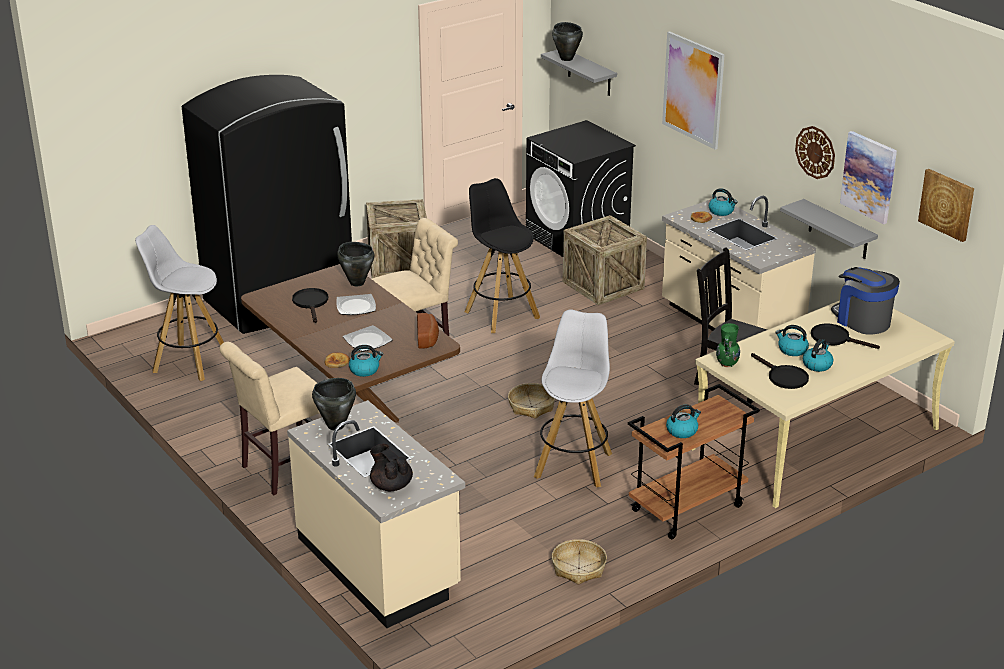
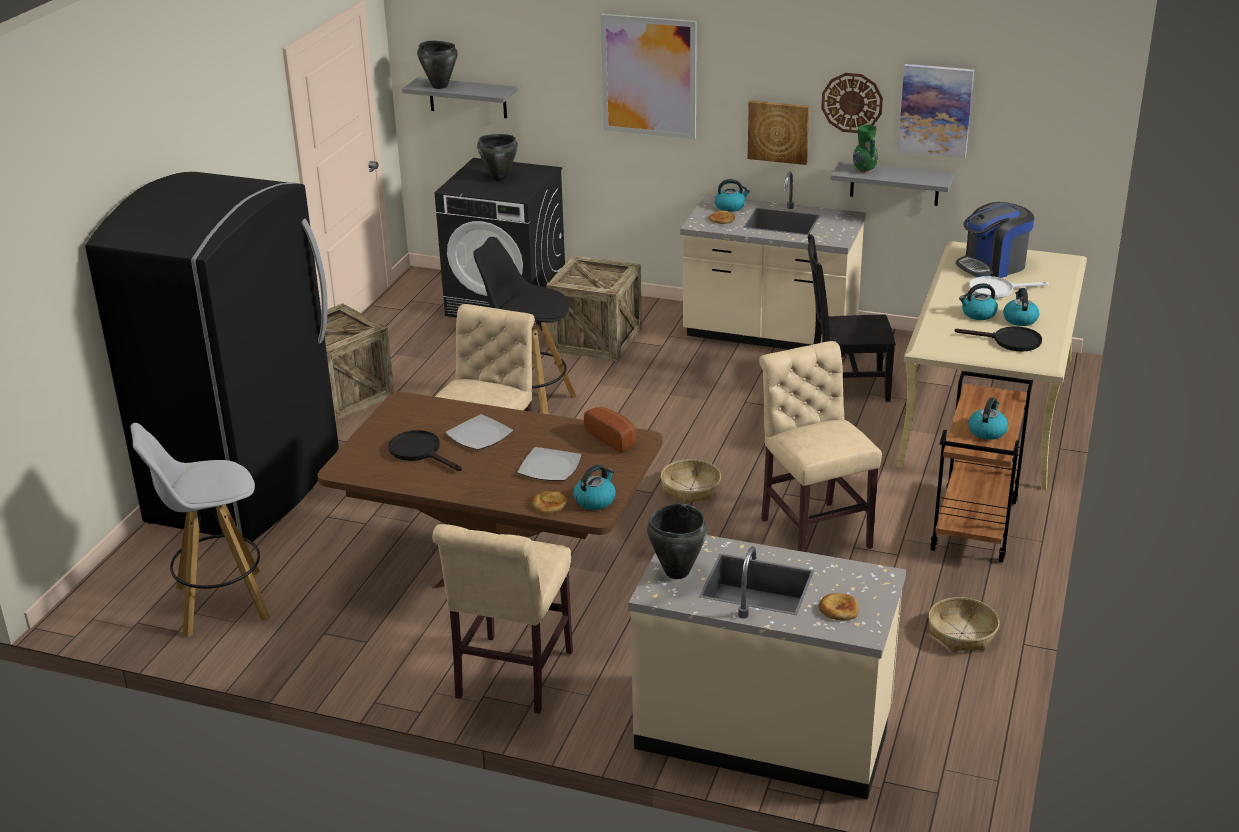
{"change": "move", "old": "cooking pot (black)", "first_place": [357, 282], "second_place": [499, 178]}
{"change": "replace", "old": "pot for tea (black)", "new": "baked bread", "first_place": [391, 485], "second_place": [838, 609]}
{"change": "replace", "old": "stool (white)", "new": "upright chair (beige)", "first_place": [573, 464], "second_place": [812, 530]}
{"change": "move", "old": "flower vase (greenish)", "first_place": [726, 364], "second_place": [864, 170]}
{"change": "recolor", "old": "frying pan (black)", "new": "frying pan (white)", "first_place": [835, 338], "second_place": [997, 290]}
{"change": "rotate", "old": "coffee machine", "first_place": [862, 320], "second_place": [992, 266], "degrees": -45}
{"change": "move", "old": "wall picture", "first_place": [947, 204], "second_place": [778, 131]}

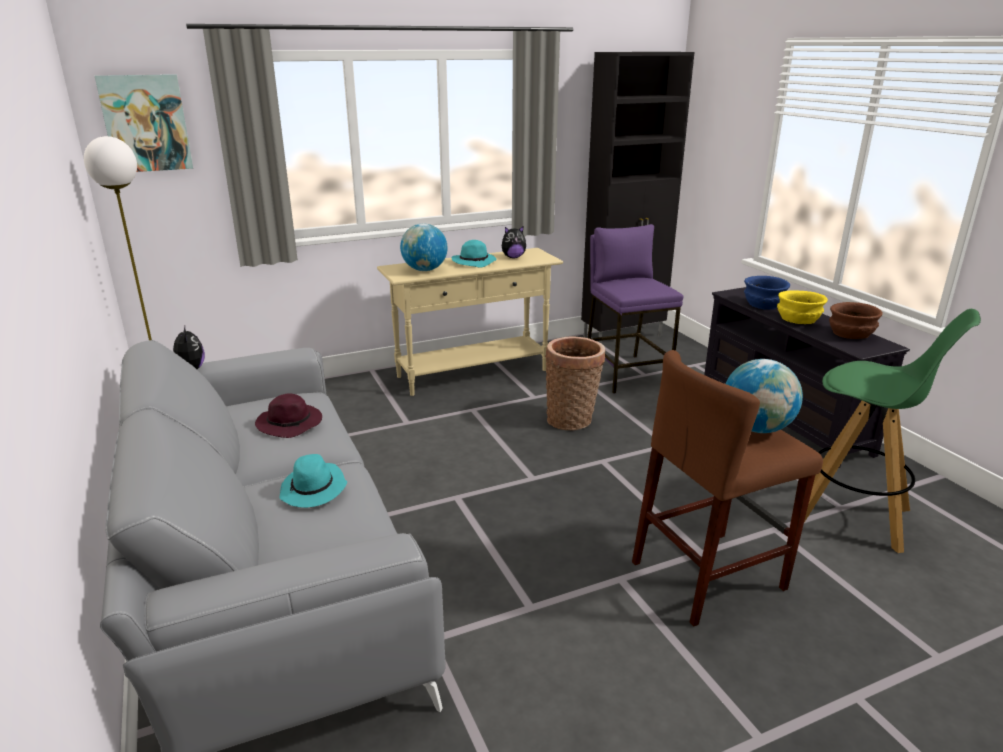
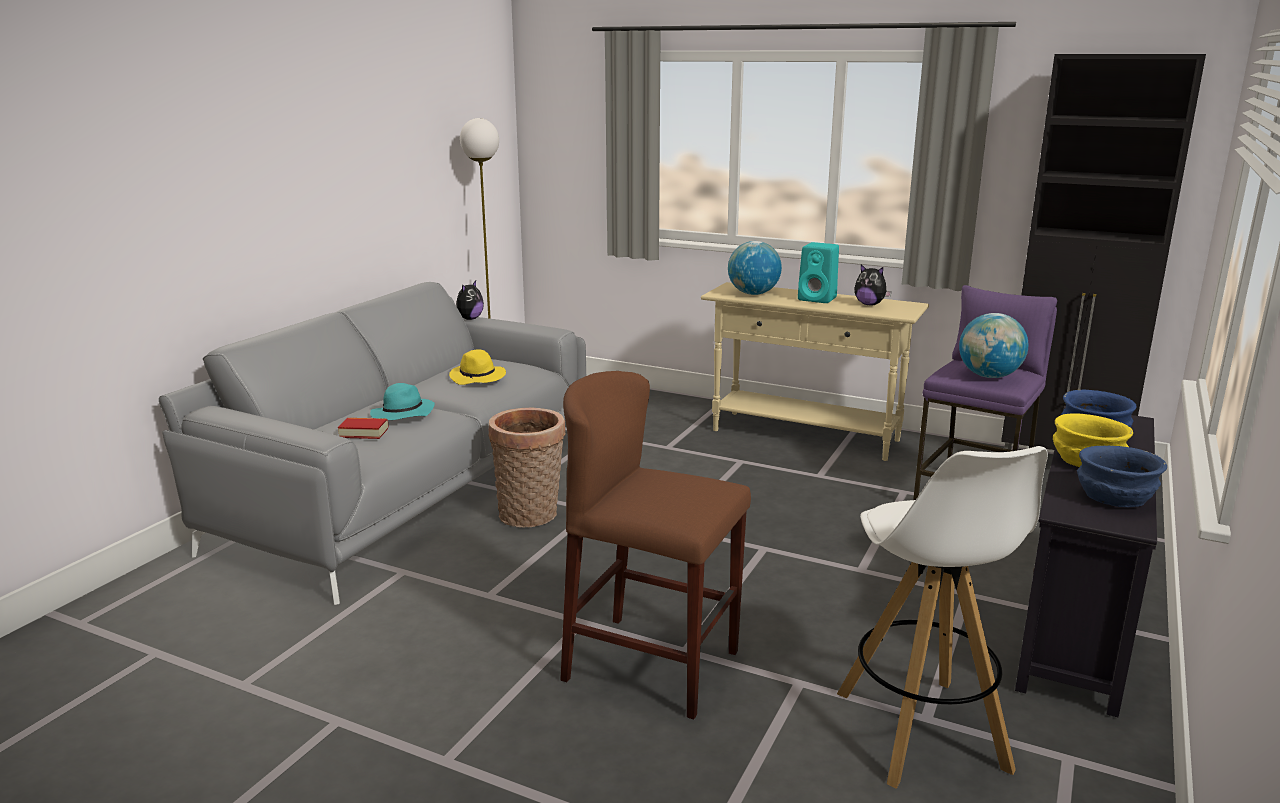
{"change": "delete", "old": "wall picture", "first_place": [146, 123]}
{"change": "recolor", "old": "wearable hat (purplish)", "new": "wearable hat (yellow)", "first_place": [291, 424], "second_place": [478, 378]}
{"change": "replace", "old": "wearable hat (turquoise-coloured)", "new": "loudspeaker (turquoise-coloured)", "first_place": [474, 262], "second_place": [818, 299]}
{"change": "move", "old": "storage basket", "first_place": [572, 419], "second_place": [530, 516]}
{"change": "move", "old": "desk globe", "first_place": [757, 428], "second_place": [989, 376]}
{"change": "recolor", "old": "stool (greenish)", "new": "stool (white)", "first_place": [854, 516], "second_place": [922, 732]}
{"change": "recolor", "old": "deep dish (brown)", "new": "deep dish (blue-coloured)", "first_place": [850, 334], "second_place": [1113, 498]}
{"change": "insert", "new": "book", "second_place": [364, 433]}

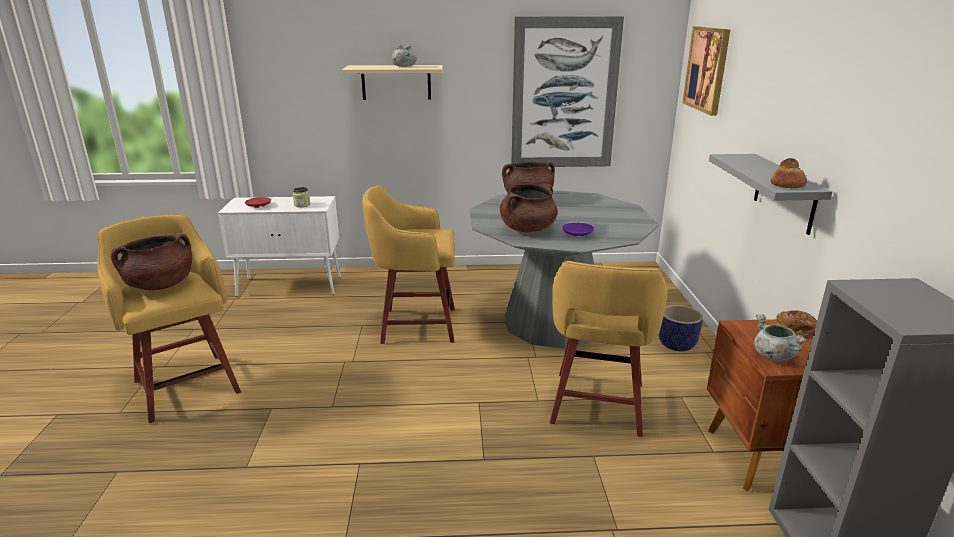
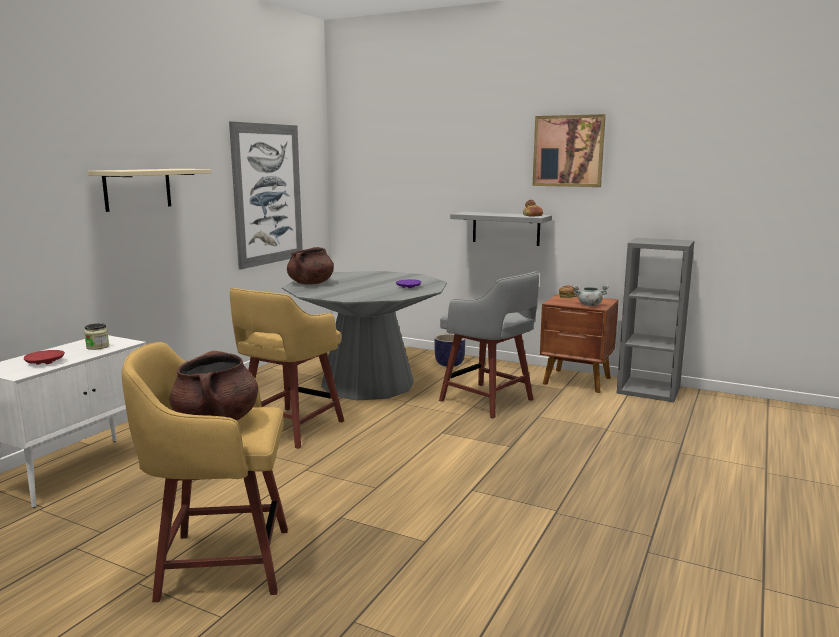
{"change": "delete", "old": "cooking pot (grey)", "first_place": [403, 66]}
{"change": "delete", "old": "cooking pot (brown)", "first_place": [528, 229]}
{"change": "recolor", "old": "stool (yellow)", "new": "stool (grey)", "first_place": [596, 405], "second_place": [488, 401]}
{"change": "move", "old": "wall picture", "first_place": [707, 69], "second_place": [568, 151]}

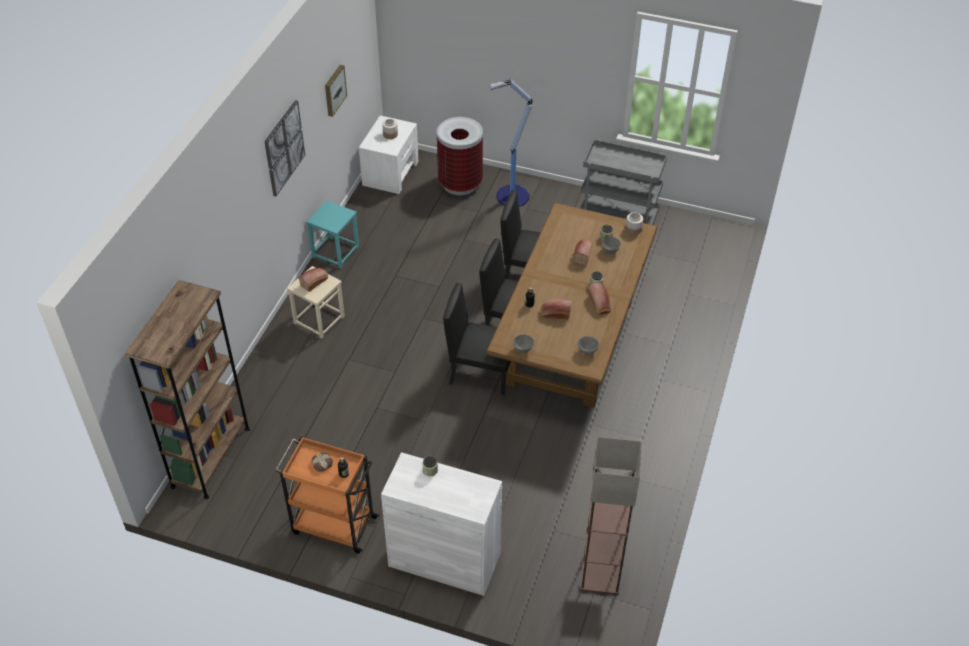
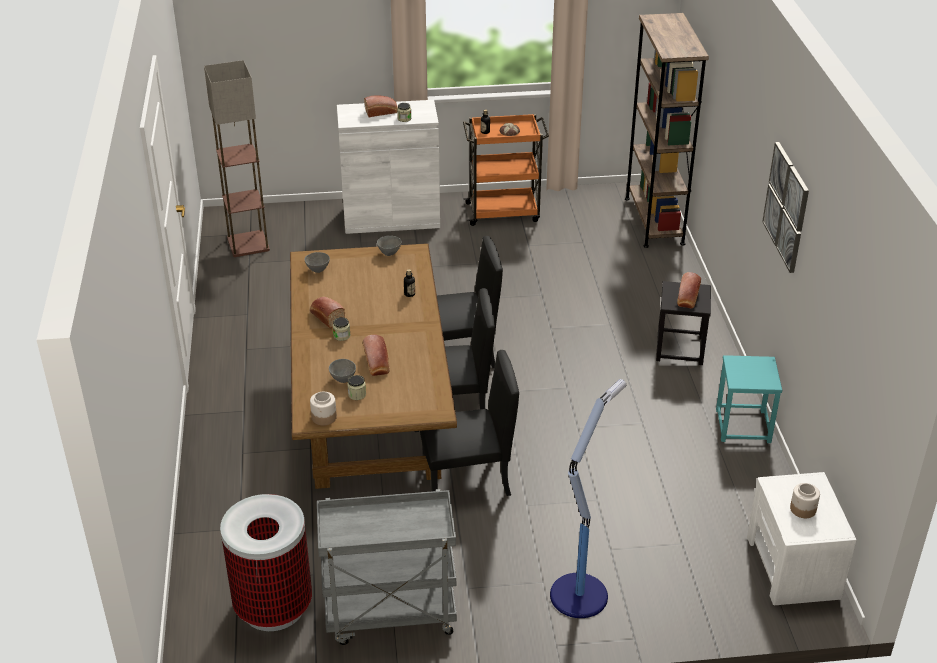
{"change": "recolor", "old": "stool (beige)", "new": "stool (black)", "first_place": [319, 319], "second_place": [680, 349]}
{"change": "delete", "old": "wall picture", "first_place": [334, 90]}
{"change": "move", "old": "rubbish bin", "first_place": [460, 183], "second_place": [273, 607]}
{"change": "move", "old": "baked bread", "first_place": [555, 314], "second_place": [382, 112]}

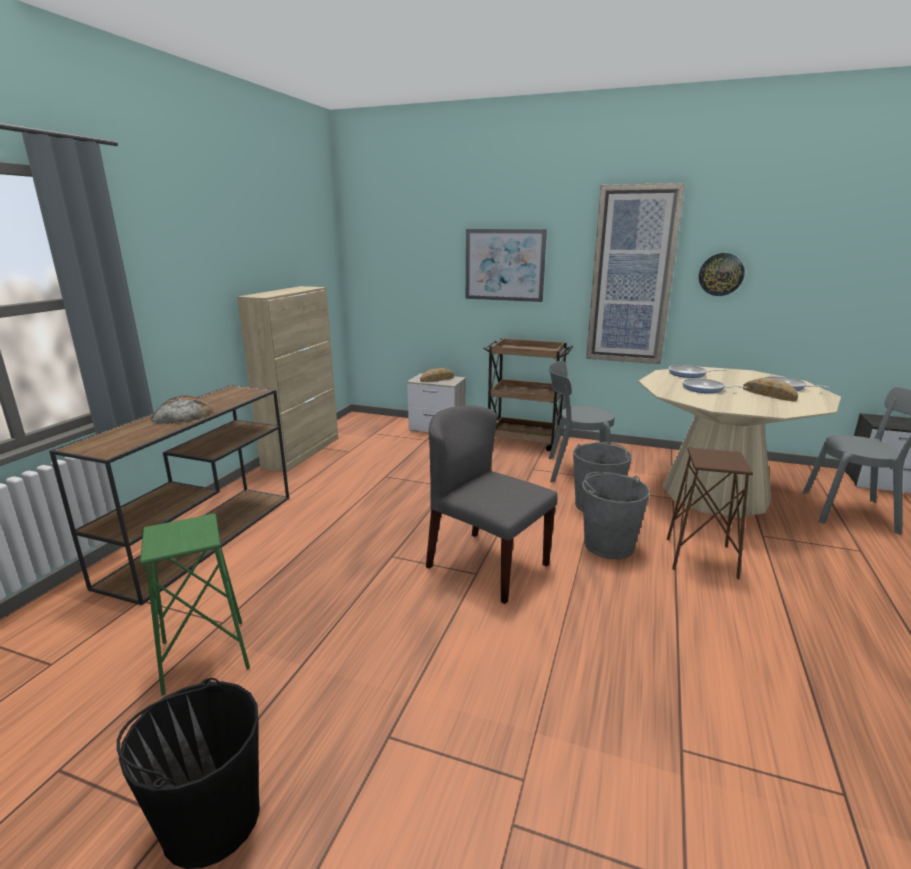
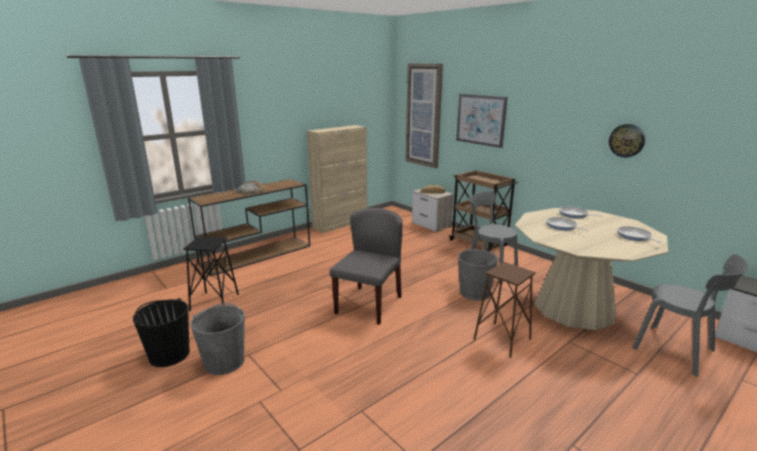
{"change": "recolor", "old": "stool (greenish)", "new": "stool (black)", "first_place": [205, 655], "second_place": [214, 302]}
{"change": "rotate", "old": "upright chair (grey)", "first_place": [486, 565], "second_place": [368, 304], "degrees": 45}
{"change": "move", "old": "bucket (grey)", "first_place": [608, 545], "second_place": [224, 361]}
{"change": "move", "old": "wall picture", "first_place": [632, 277], "second_place": [424, 115]}
{"change": "delete", "old": "baked bread", "first_place": [769, 394]}

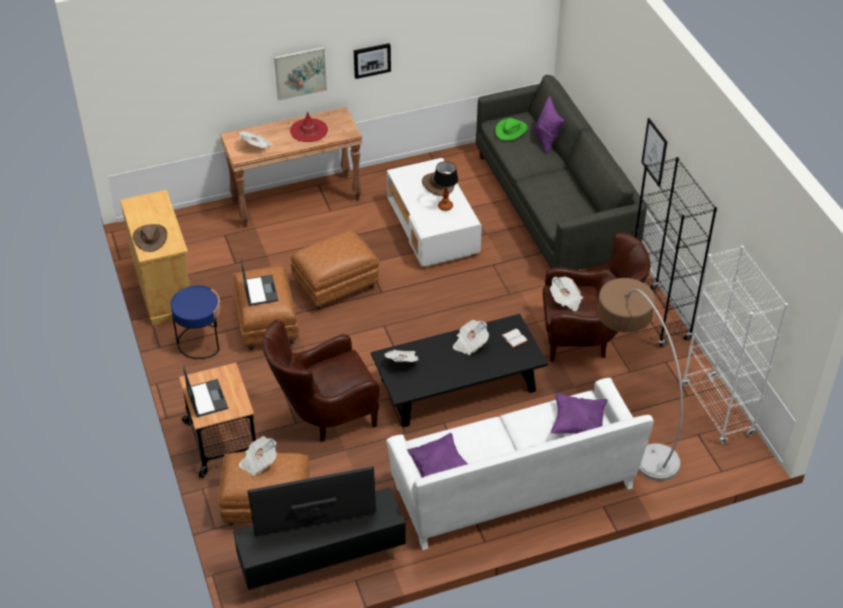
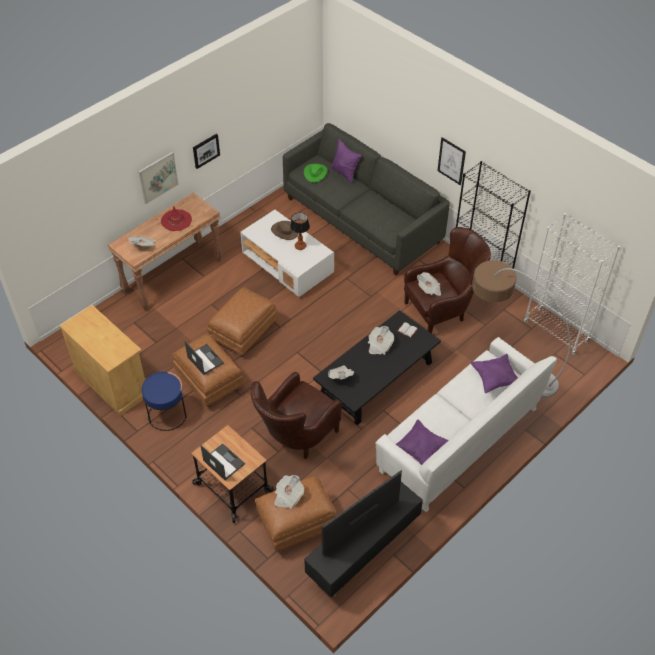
{"change": "delete", "old": "wearable hat (brown)", "first_place": [150, 238]}

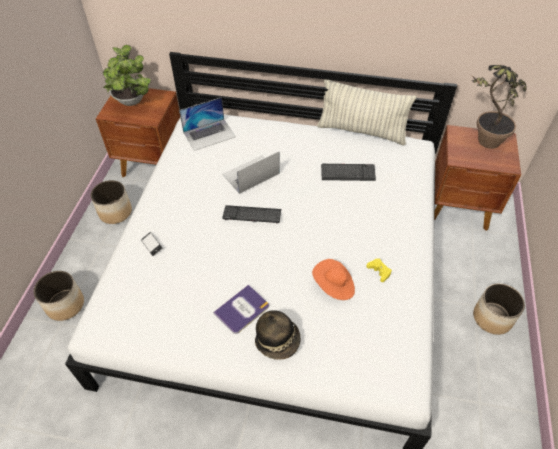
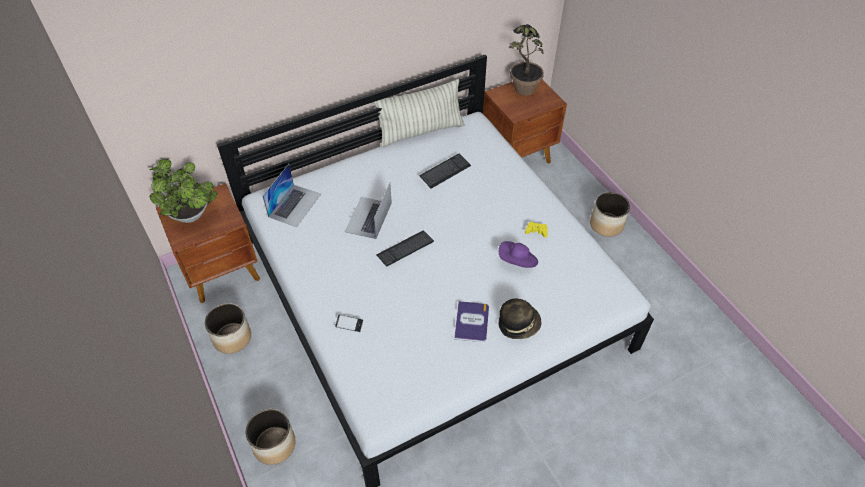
{"change": "recolor", "old": "wearable hat (orangey)", "new": "wearable hat (purplish)", "first_place": [334, 286], "second_place": [517, 262]}

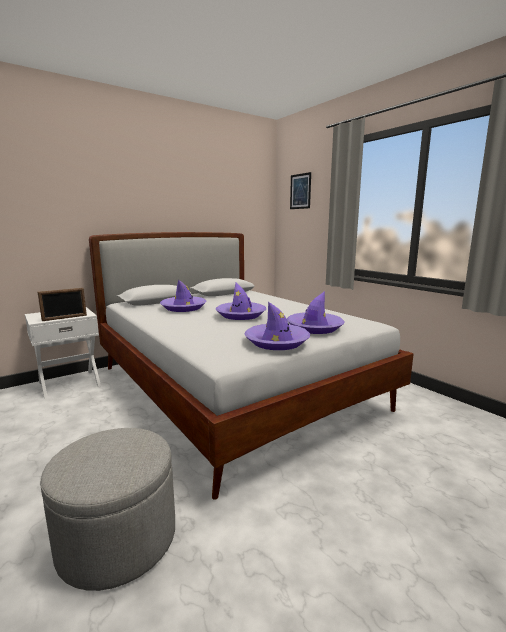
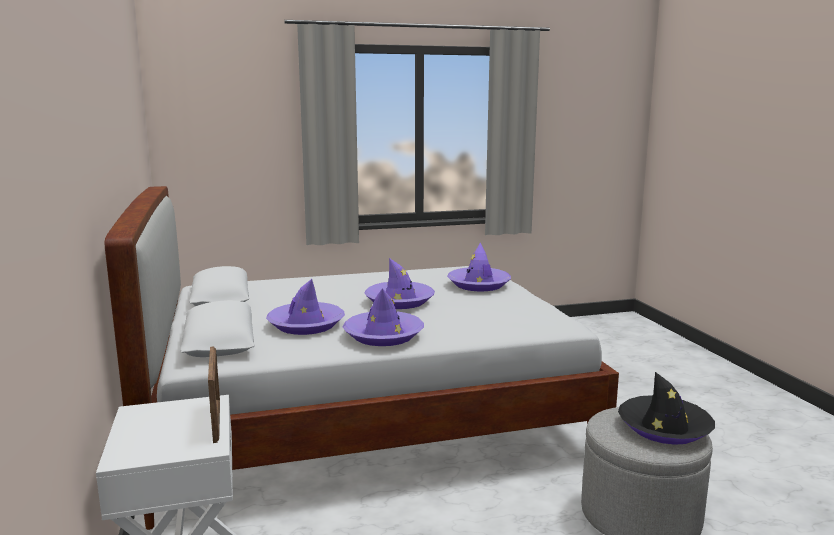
{"change": "move", "old": "wearable hat (purplish)", "first_place": [277, 342], "second_place": [383, 335]}
{"change": "delete", "old": "wall picture", "first_place": [300, 191]}
{"change": "insert", "new": "wearable hat (black)", "second_place": [664, 428]}

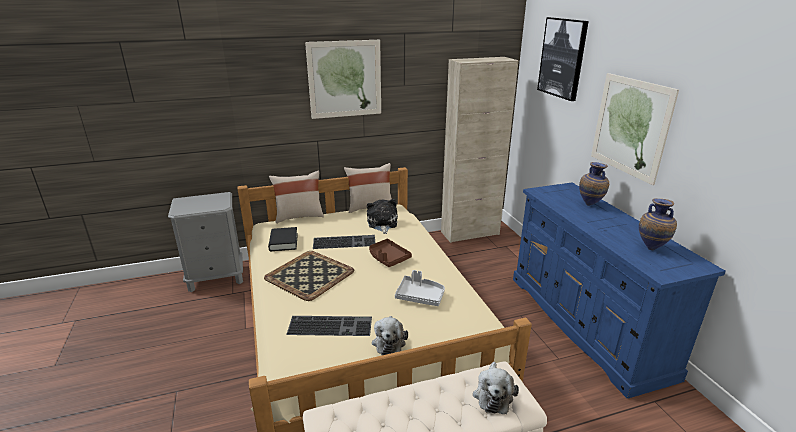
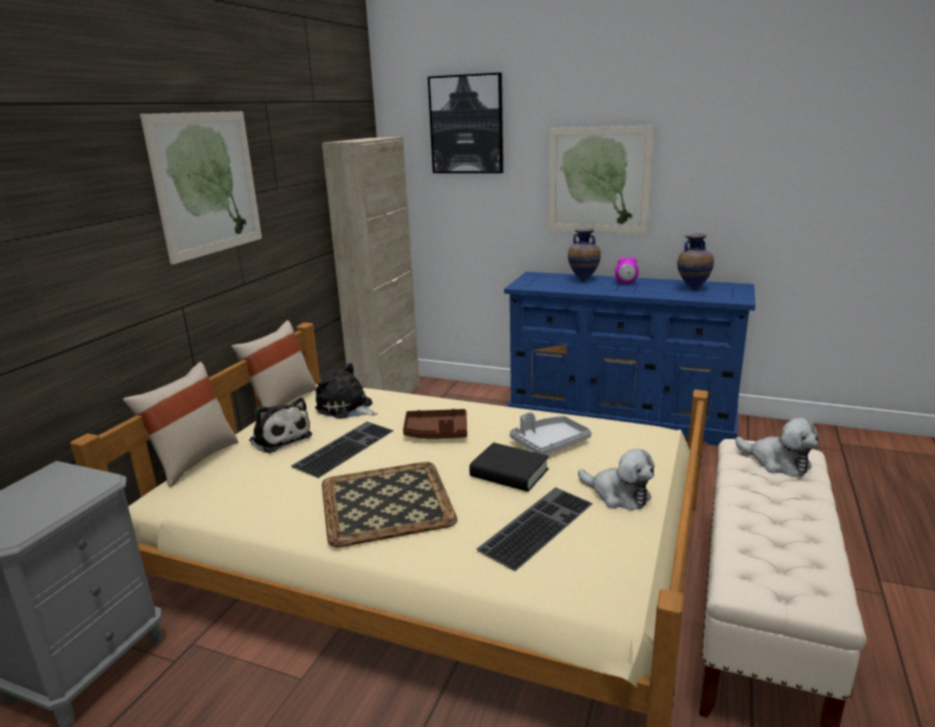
{"change": "move", "old": "book (black)", "first_place": [283, 242], "second_place": [509, 473]}
{"change": "insert", "new": "cuddly toy", "second_place": [279, 438]}
{"change": "insert", "new": "table clock", "second_place": [626, 283]}

